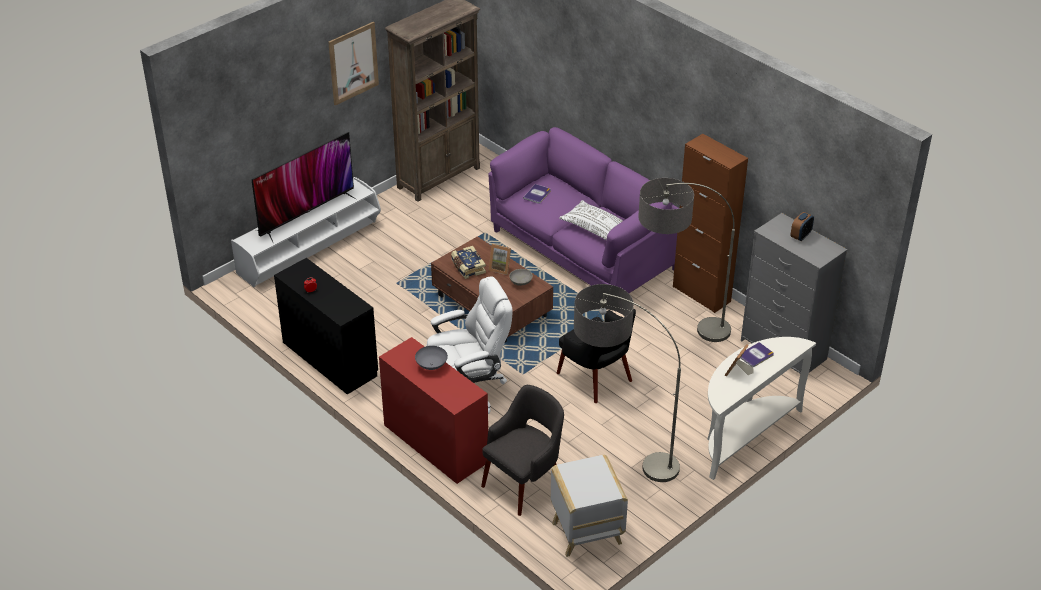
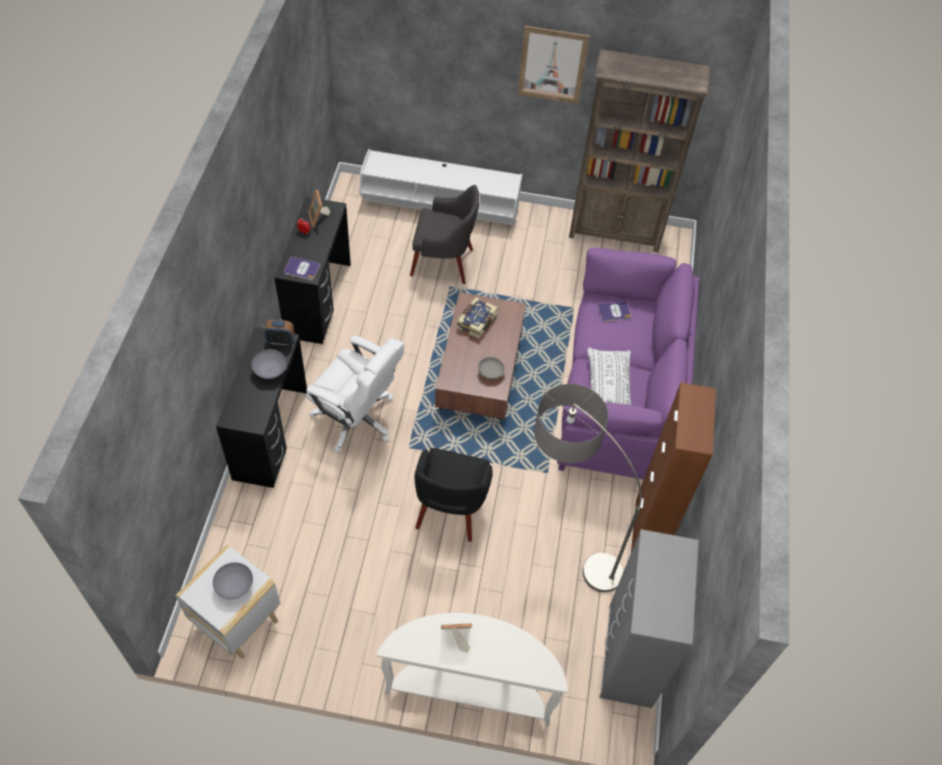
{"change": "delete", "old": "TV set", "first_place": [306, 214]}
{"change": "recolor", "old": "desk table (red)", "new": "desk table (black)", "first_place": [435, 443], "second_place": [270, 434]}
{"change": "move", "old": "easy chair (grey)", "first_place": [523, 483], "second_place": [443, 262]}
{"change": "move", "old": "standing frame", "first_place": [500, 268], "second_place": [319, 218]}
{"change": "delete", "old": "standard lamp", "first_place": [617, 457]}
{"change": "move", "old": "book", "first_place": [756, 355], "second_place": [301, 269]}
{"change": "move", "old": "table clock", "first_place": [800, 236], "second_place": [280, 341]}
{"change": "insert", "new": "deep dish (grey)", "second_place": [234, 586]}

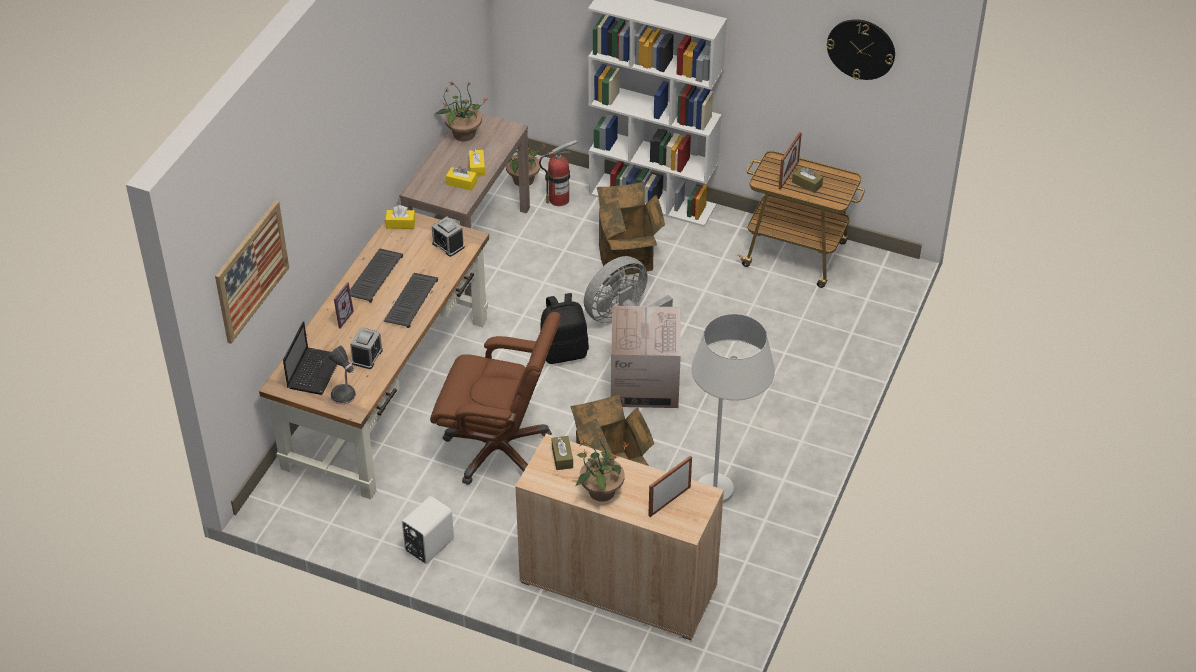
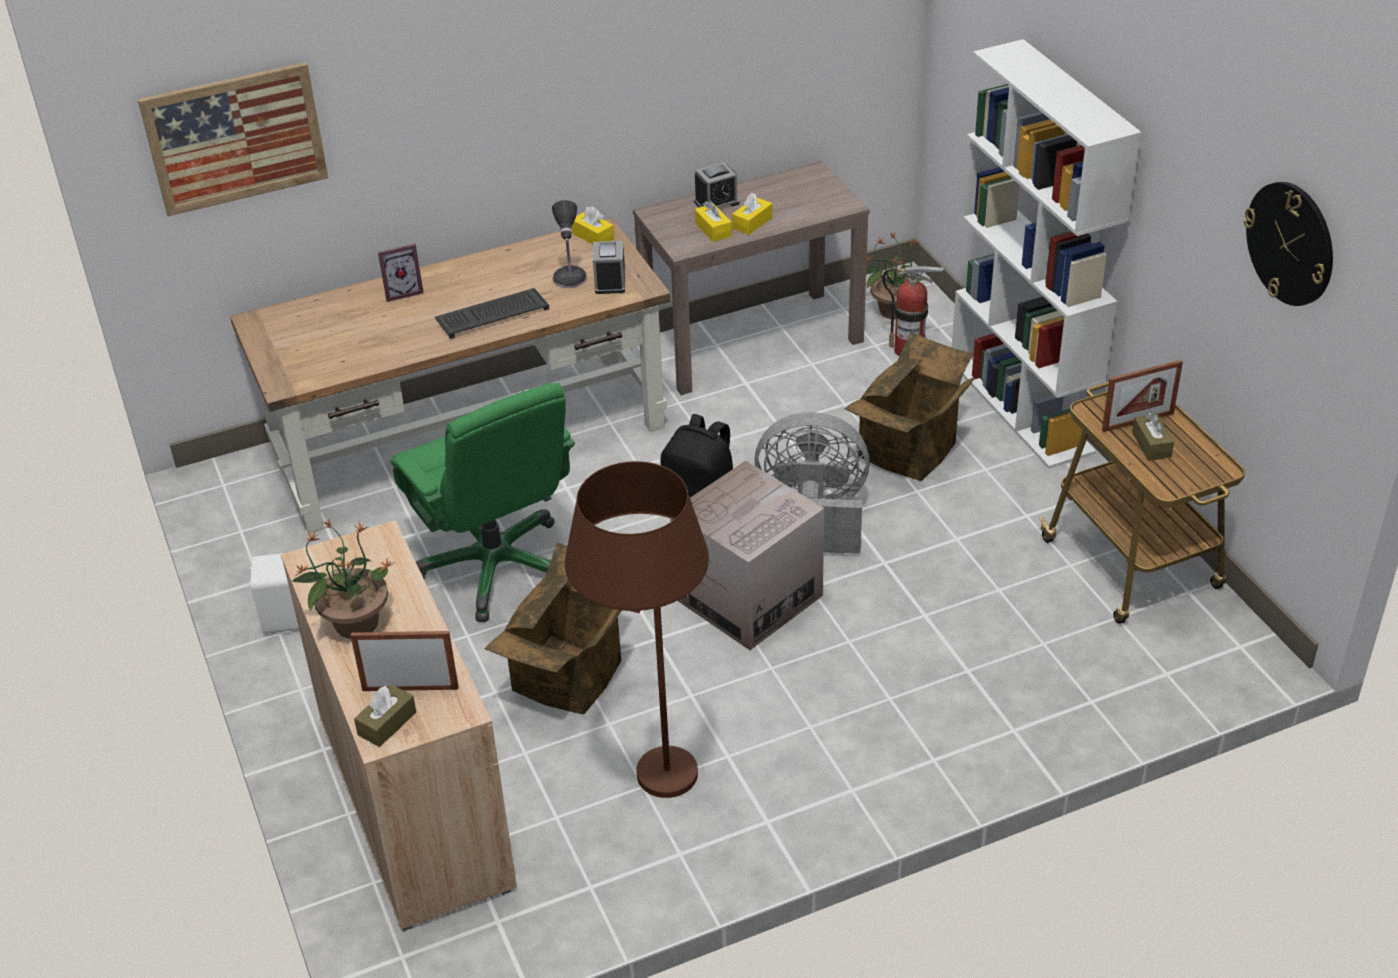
{"change": "delete", "old": "notebook computer", "first_place": [314, 371]}
{"change": "move", "old": "table lamp", "first_place": [344, 395], "second_place": [569, 279]}
{"change": "delete", "old": "PC keyboard", "first_place": [374, 275]}
{"change": "move", "old": "table clock", "first_place": [367, 356], "second_place": [716, 202]}
{"change": "recolor", "old": "computer chair (brown)", "new": "computer chair (greenish)", "first_place": [499, 449], "second_place": [496, 566]}
{"change": "delete", "old": "houseplant", "first_place": [463, 134]}
{"change": "move", "old": "tissue box (brown)", "first_place": [562, 457], "second_place": [387, 723]}
{"change": "recolor", "old": "standard lamp (white)", "new": "standard lamp (brown)", "first_place": [723, 505], "second_place": [654, 799]}

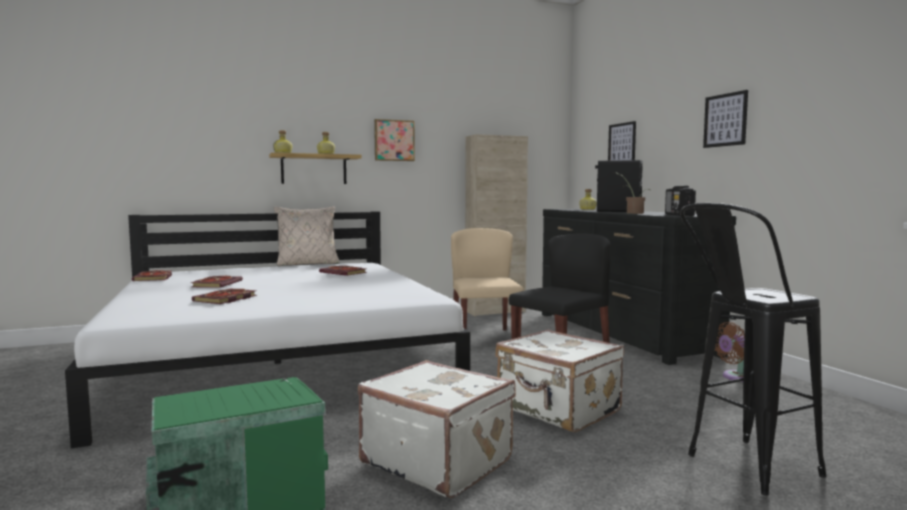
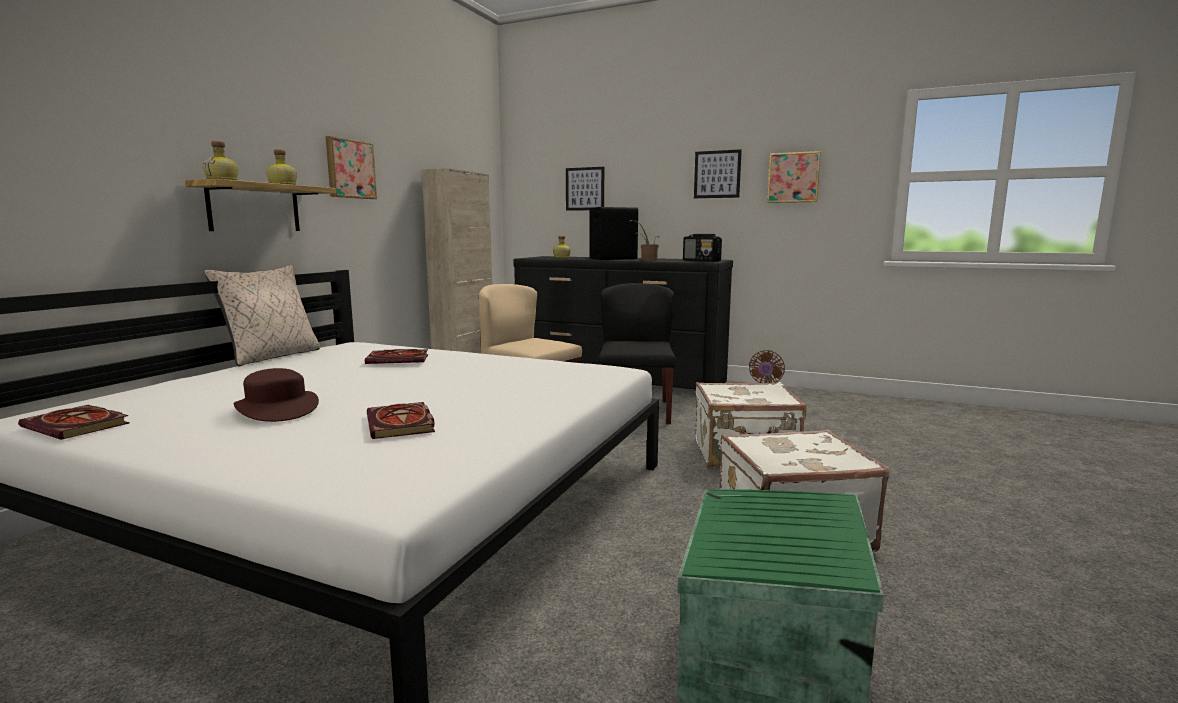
{"change": "replace", "old": "book", "new": "wearable hat (brown)", "first_place": [217, 284], "second_place": [277, 408]}
{"change": "delete", "old": "stool (black)", "first_place": [740, 469]}
{"change": "insert", "new": "wall picture", "second_place": [793, 177]}

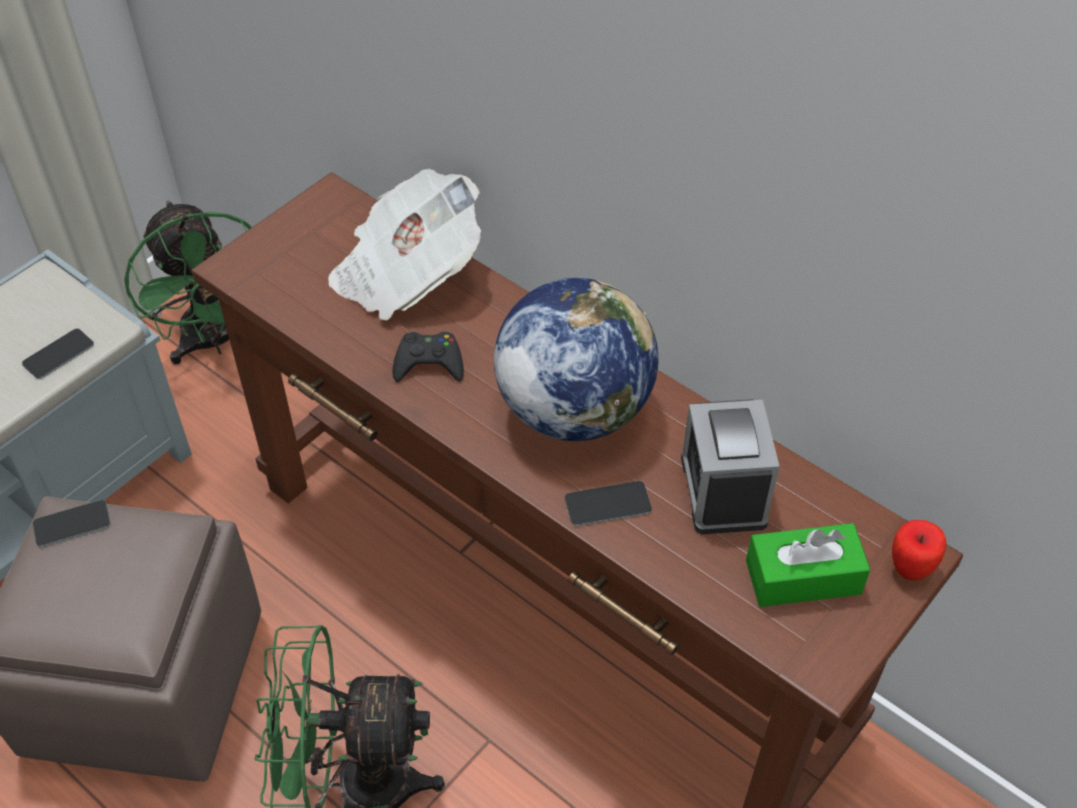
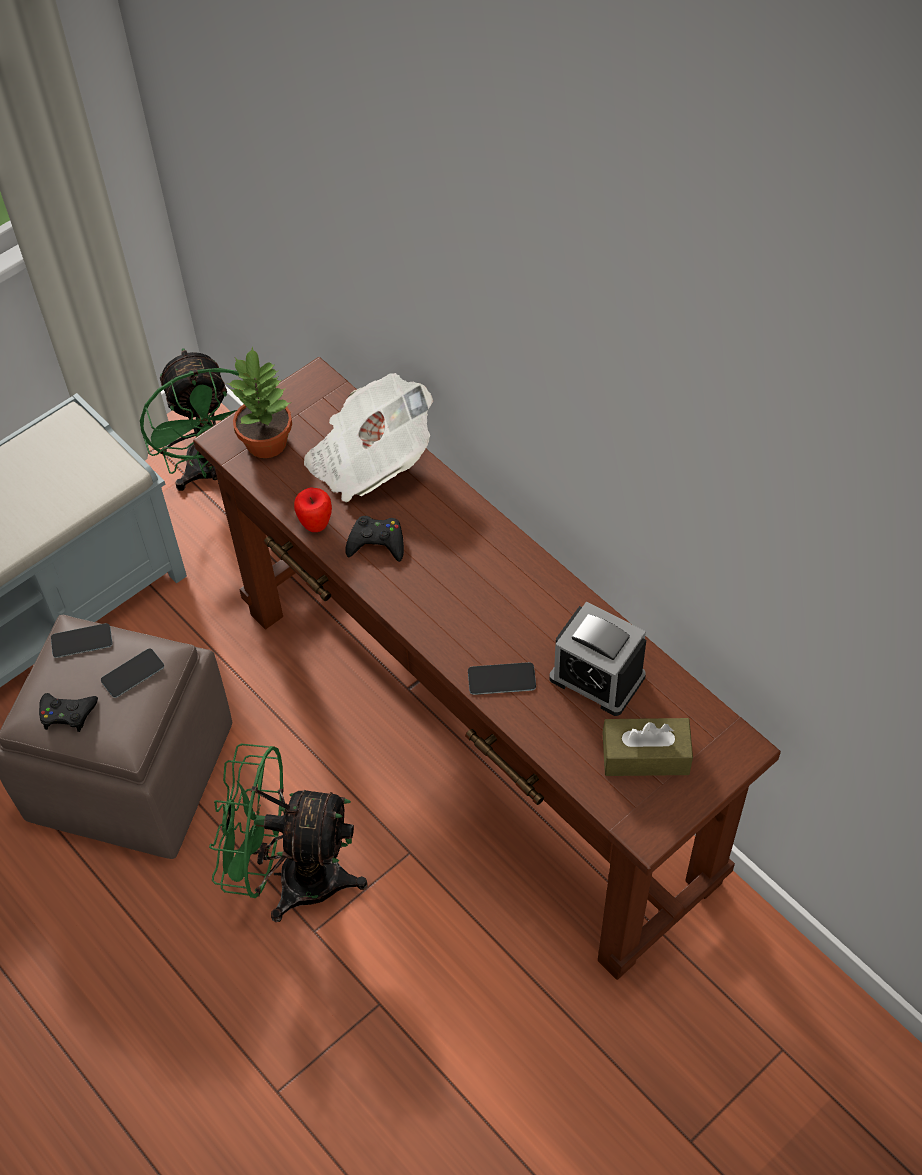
{"change": "move", "old": "phone", "first_place": [58, 354], "second_place": [132, 673]}
{"change": "delete", "old": "desk globe", "first_place": [573, 410]}
{"change": "rotate", "old": "table clock", "first_place": [723, 490], "second_place": [597, 677], "degrees": -60}
{"change": "recolor", "old": "tissue box (greenish)", "new": "tissue box (brown)", "first_place": [803, 577], "second_place": [645, 756]}
{"change": "move", "old": "apple fruit", "first_place": [910, 569], "second_place": [316, 524]}
{"change": "insert", "new": "joypad (black)", "second_place": [67, 714]}
{"change": "insert", "new": "houseplant", "second_place": [267, 442]}

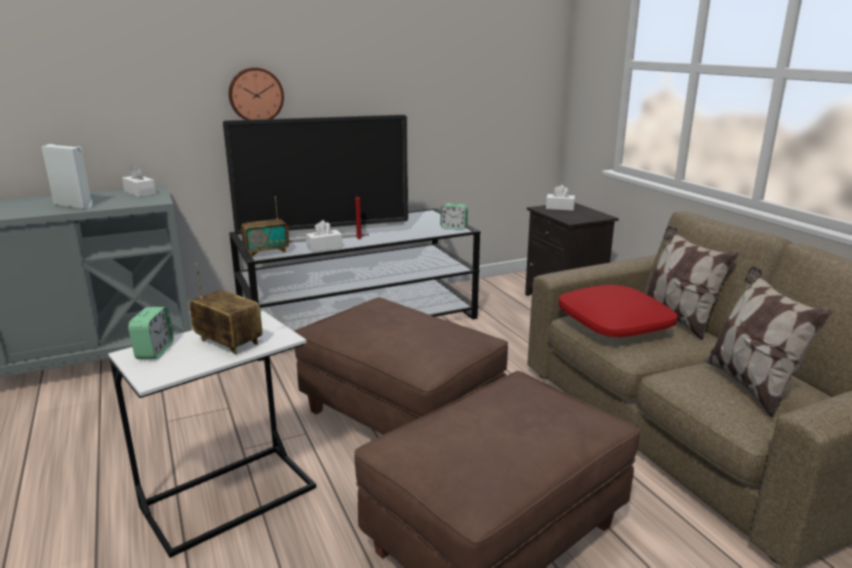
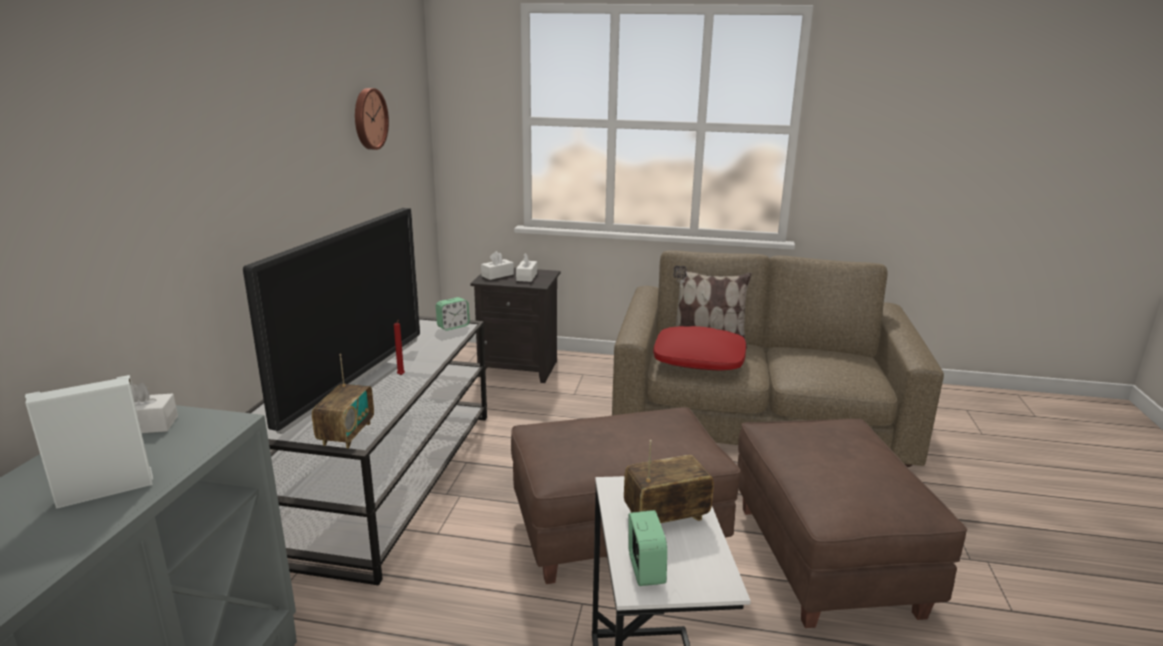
{"change": "rotate", "old": "table clock", "first_place": [154, 351], "second_place": [645, 569], "degrees": 45}
{"change": "move", "old": "wall clock", "first_place": [255, 95], "second_place": [368, 119]}
{"change": "move", "old": "tissue box (white)", "first_place": [324, 247], "second_place": [526, 277]}
{"change": "delete", "old": "pillow", "first_place": [750, 385]}

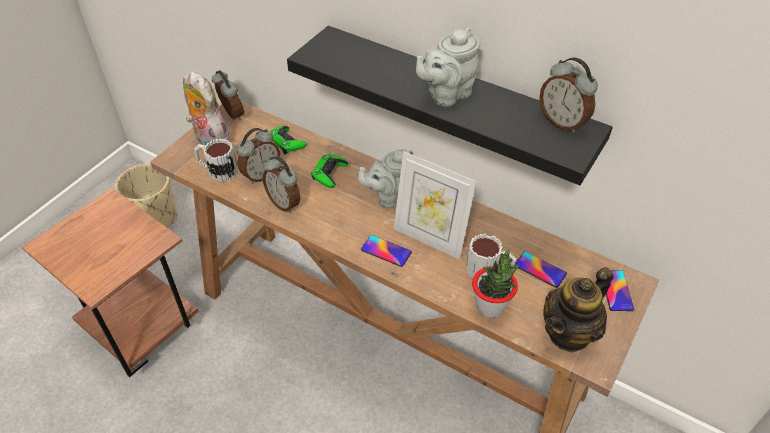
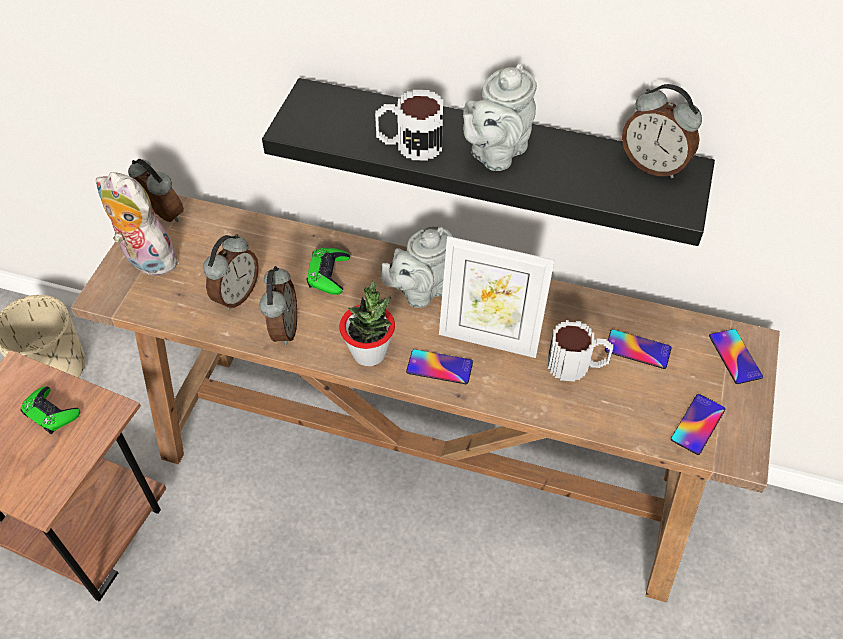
{"change": "move", "old": "mug", "first_place": [217, 170], "second_place": [409, 145]}
{"change": "rotate", "old": "table clock", "first_place": [285, 203], "second_place": [283, 329], "degrees": -120}
{"change": "move", "old": "joypad (greenish)", "first_place": [287, 143], "second_place": [51, 413]}
{"change": "move", "old": "houseplant", "first_place": [490, 306], "second_place": [369, 353]}
{"change": "replace", "old": "pot for tea", "new": "phone", "first_place": [569, 333], "second_place": [697, 424]}

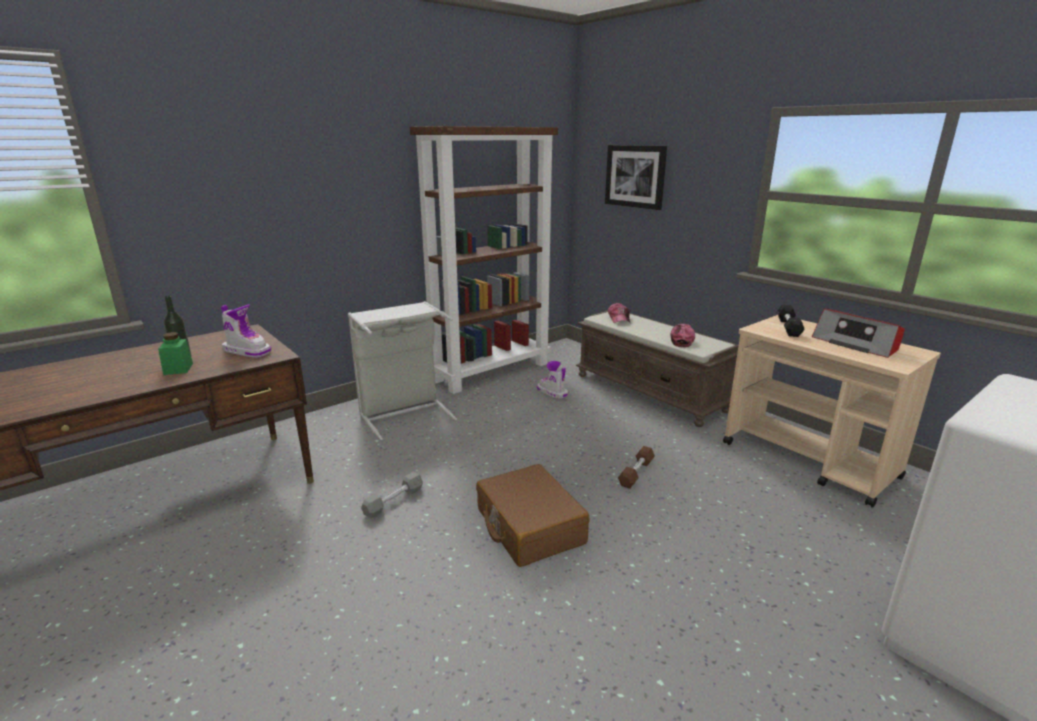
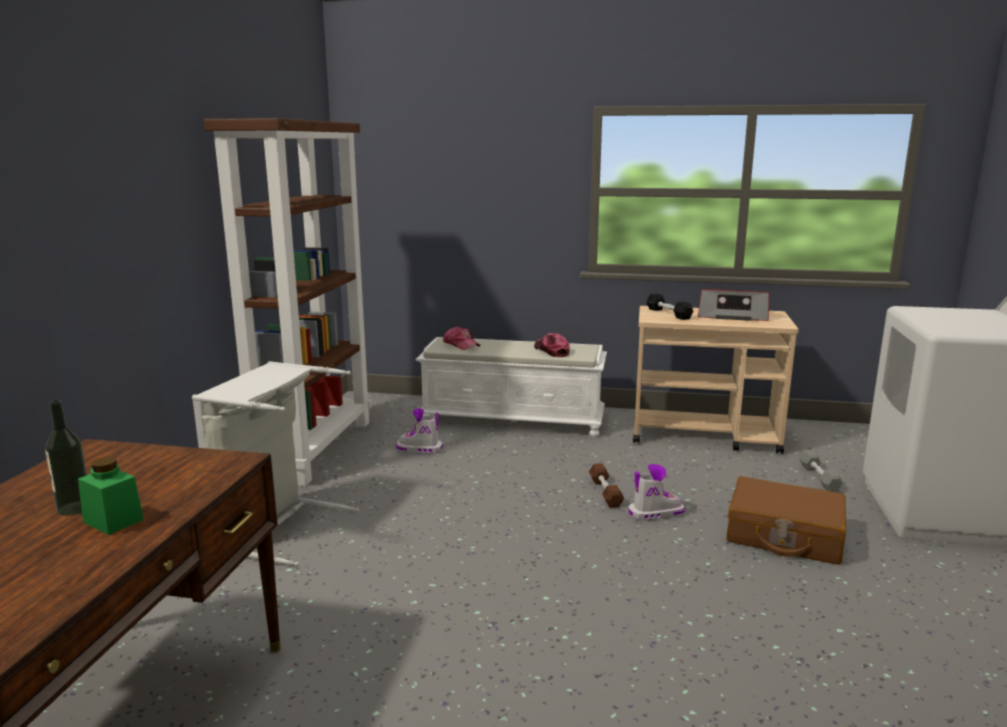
{"change": "move", "old": "high-top boot", "first_place": [247, 351], "second_place": [655, 513]}
{"change": "move", "old": "dumbbell (grey)", "first_place": [393, 501], "second_place": [819, 478]}
{"change": "move", "old": "travel case (brown)", "first_place": [529, 526], "second_place": [784, 535]}
{"change": "recolor", "old": "long seat (brown)", "new": "long seat (white)", "first_place": [650, 392], "second_place": [513, 420]}
{"change": "delete", "old": "wall picture", "first_place": [635, 176]}

